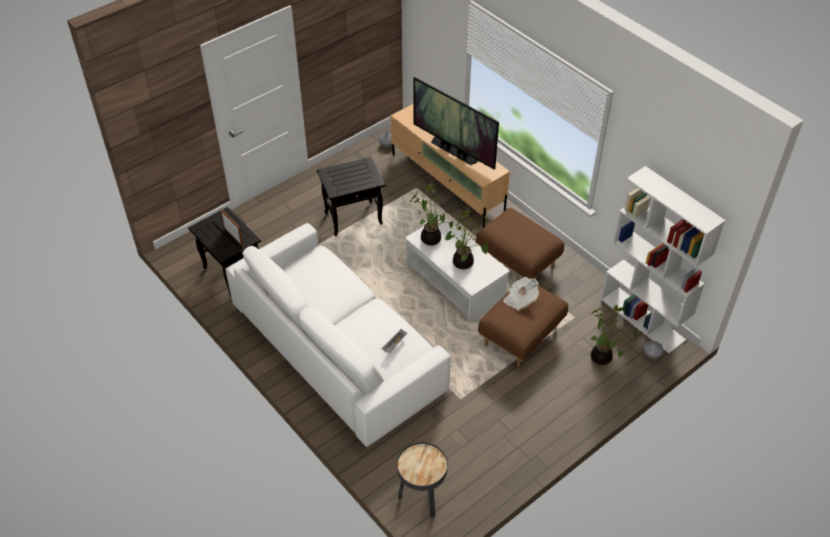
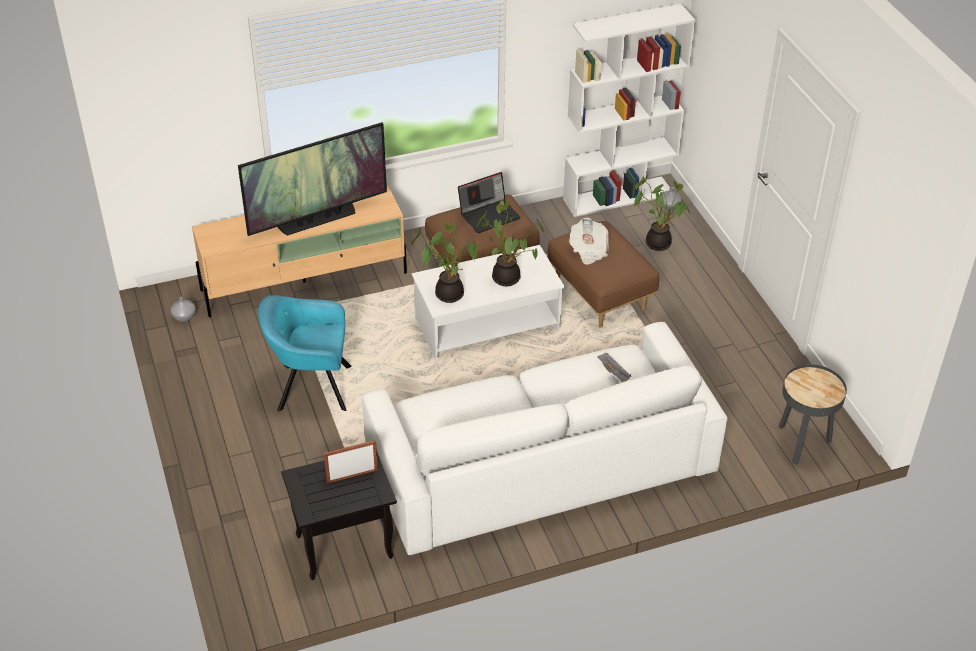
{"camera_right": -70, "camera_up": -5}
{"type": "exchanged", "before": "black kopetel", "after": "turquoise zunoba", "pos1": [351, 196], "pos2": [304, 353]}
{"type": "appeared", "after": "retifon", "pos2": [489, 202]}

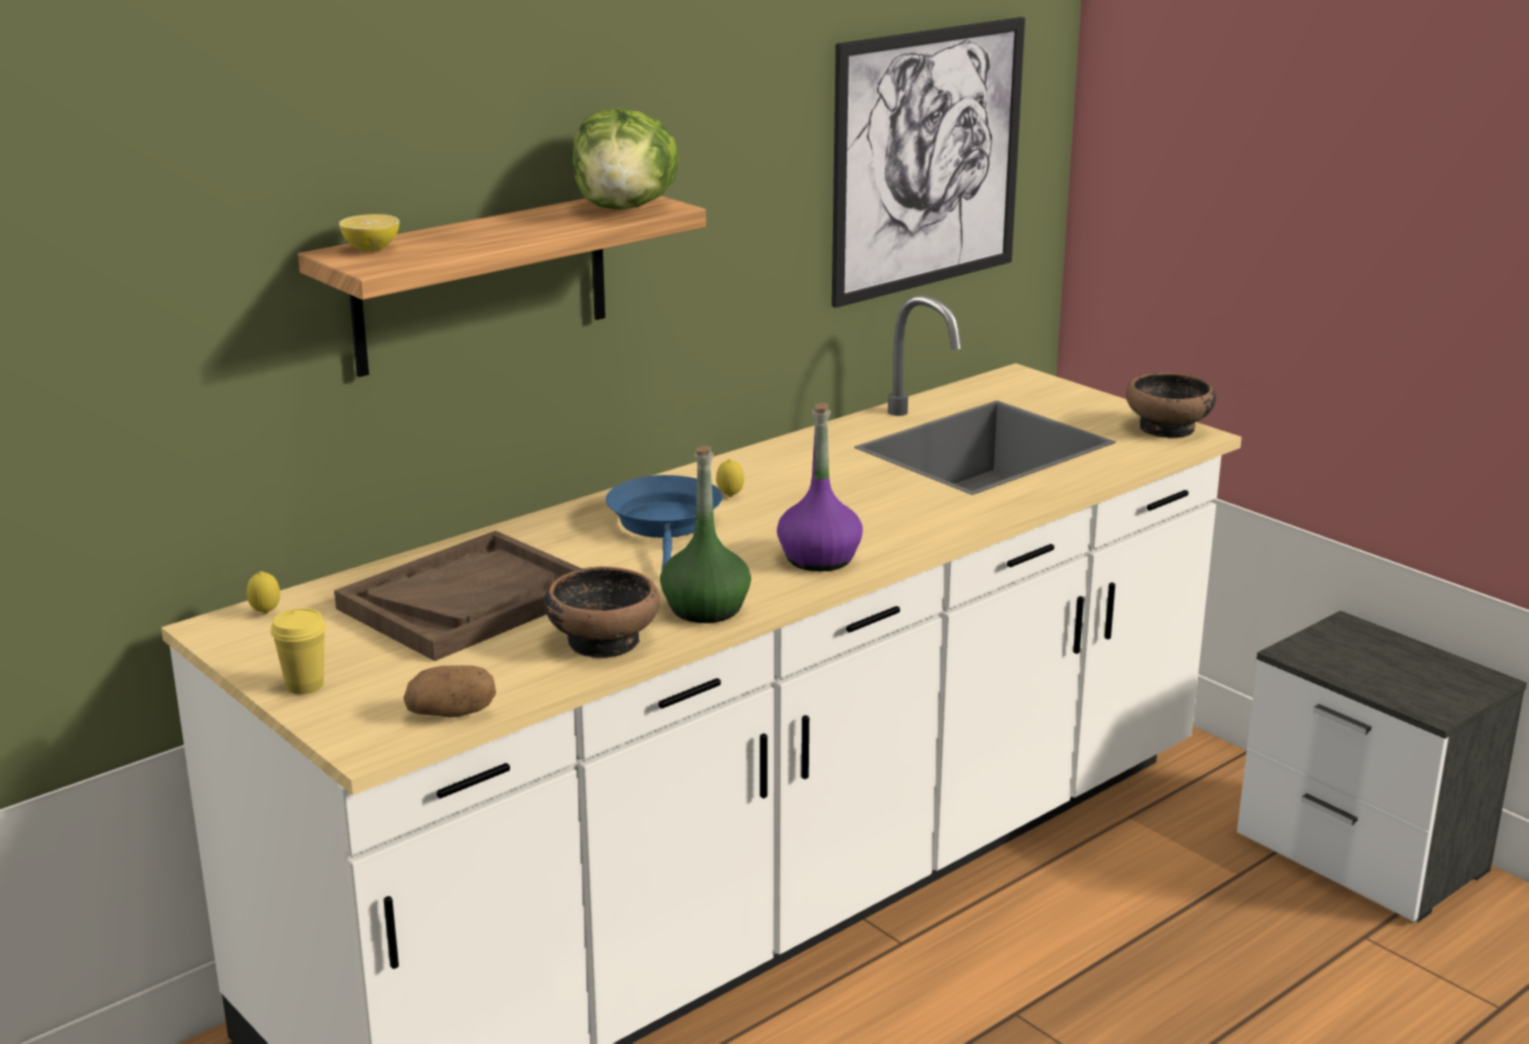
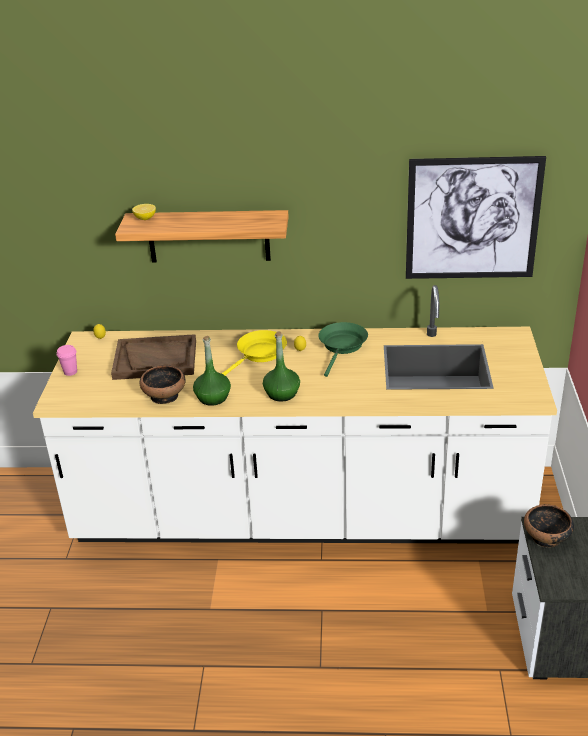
{"camera_right": 45, "camera_up": 10}
{"type": "colour", "before": "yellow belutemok", "after": "pink belutemok", "pos1": [298, 651], "pos2": [67, 360]}
{"type": "missing", "before": "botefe", "pos1": [449, 691]}
{"type": "missing", "before": "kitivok", "pos1": [626, 159]}
{"type": "colour", "before": "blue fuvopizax", "after": "yellow fuvopizax", "pos1": [664, 522], "pos2": [254, 352]}
{"type": "colour", "before": "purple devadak", "after": "green devadak", "pos1": [820, 487], "pos2": [281, 367]}
{"type": "relocated", "before": "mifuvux", "pos1": [1171, 405], "pos2": [549, 526]}
{"type": "appeared", "after": "green fuvopizax", "pos2": [343, 349]}

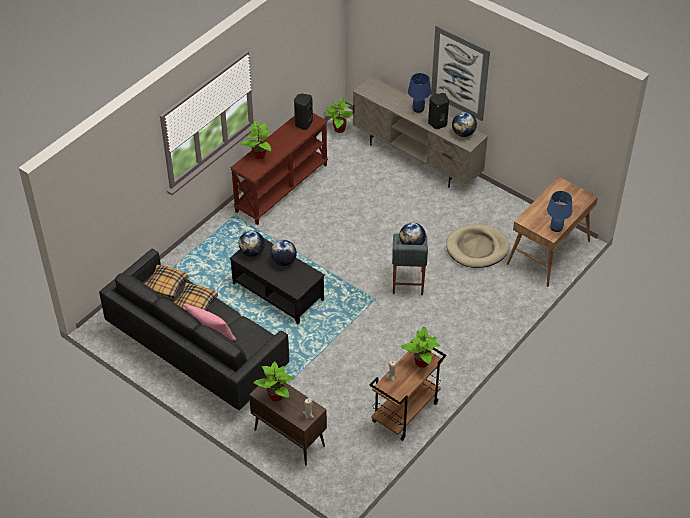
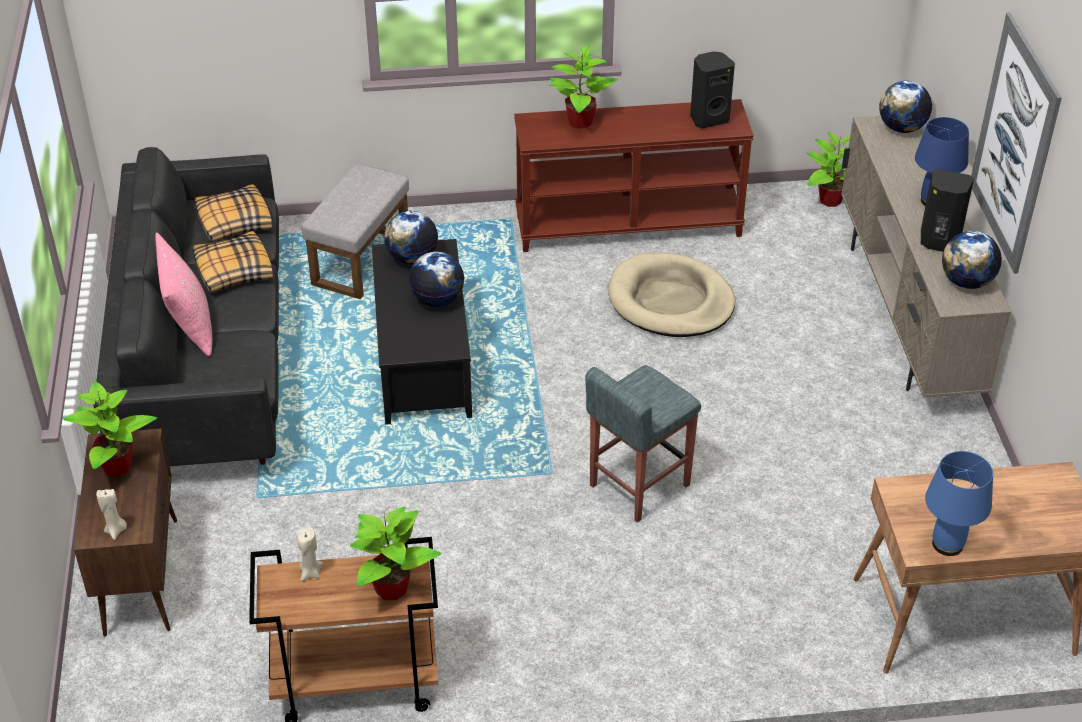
{"camera_right": 45, "camera_up": -5}
{"type": "relocated", "before": "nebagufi", "pos1": [412, 234], "pos2": [905, 107]}
{"type": "relocated", "before": "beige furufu", "pos1": [477, 246], "pos2": [671, 295]}
{"type": "appeared", "after": "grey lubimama", "pos2": [355, 231]}

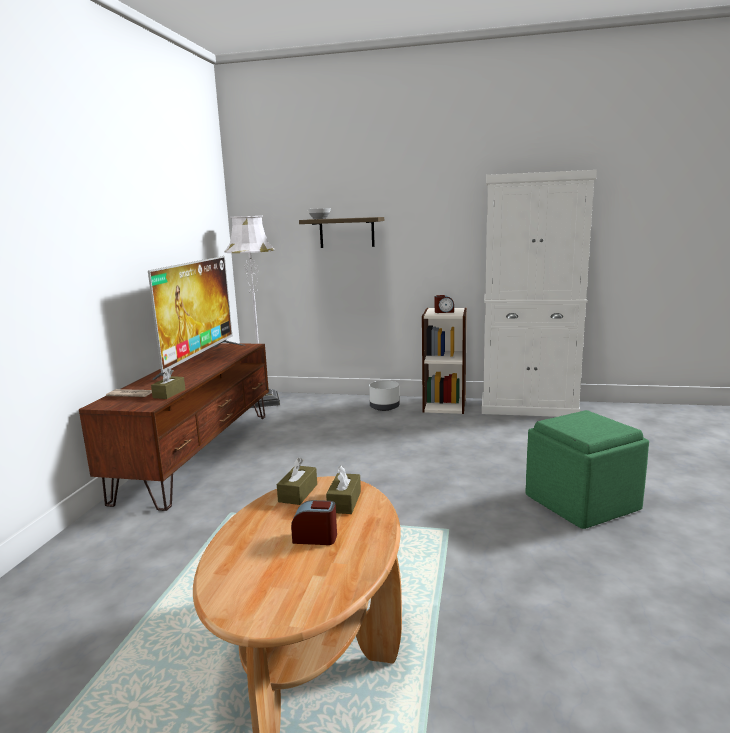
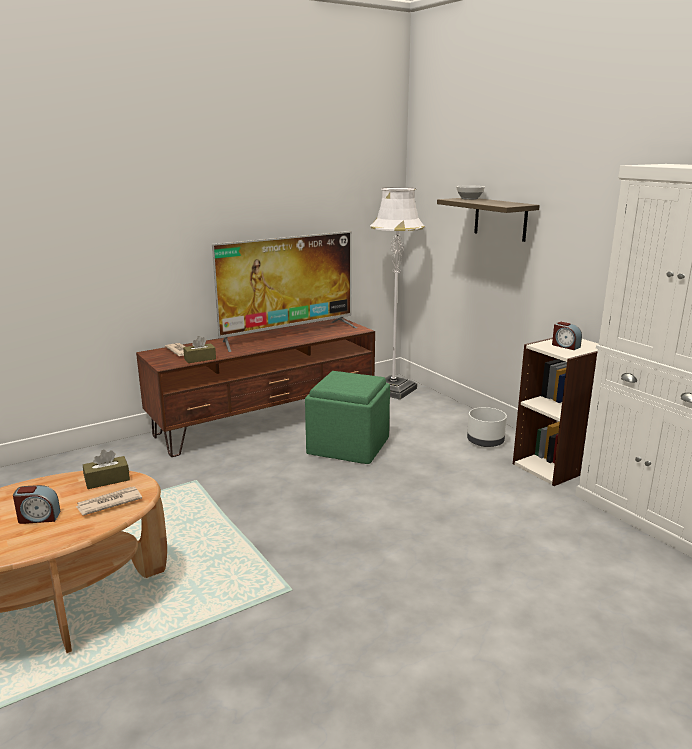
{"camera_right": 45, "camera_up": 5}
{"type": "spun", "before": "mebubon", "pos1": [314, 522], "pos2": [36, 504], "turn": 120}
{"type": "exchanged", "before": "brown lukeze", "after": "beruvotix", "pos1": [343, 489], "pos2": [109, 501]}
{"type": "relocated", "before": "green lubimama", "pos1": [587, 469], "pos2": [347, 417]}

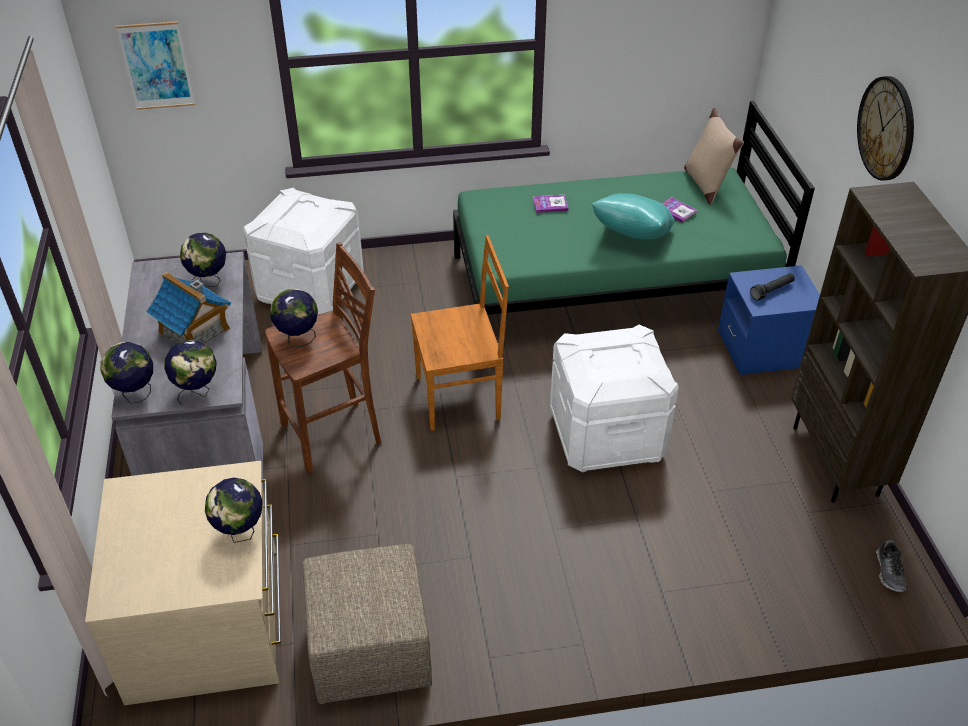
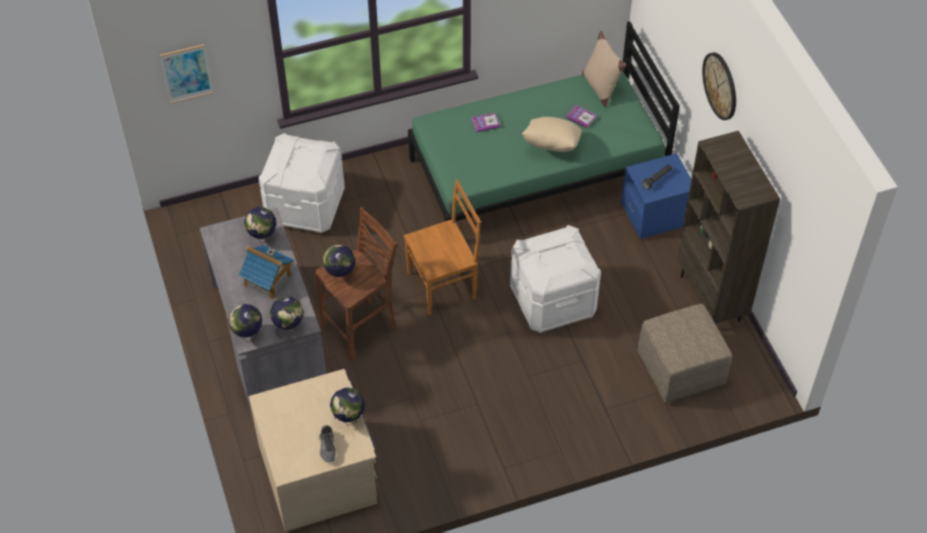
{"camera_right": -10, "camera_up": 10}
{"type": "relocated", "before": "beige lubimama", "pos1": [367, 624], "pos2": [685, 353]}
{"type": "colour", "before": "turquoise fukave", "after": "beige fukave", "pos1": [633, 216], "pos2": [552, 134]}
{"type": "relocated", "before": "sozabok", "pos1": [891, 566], "pos2": [327, 444]}

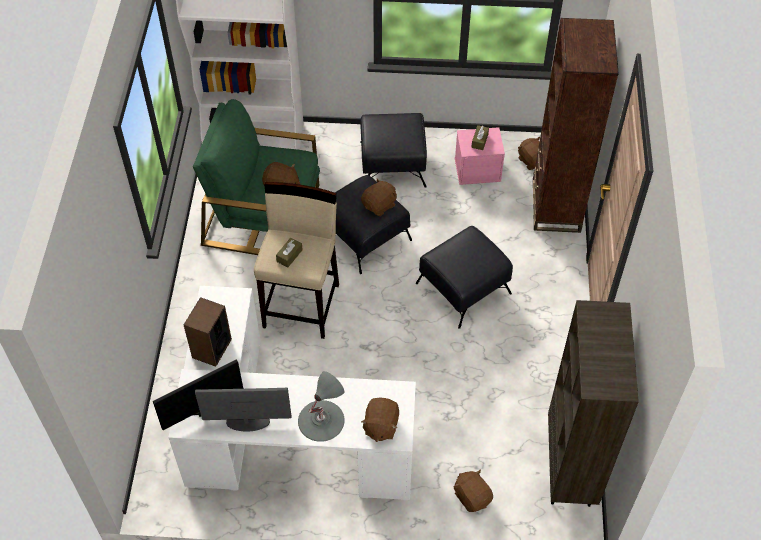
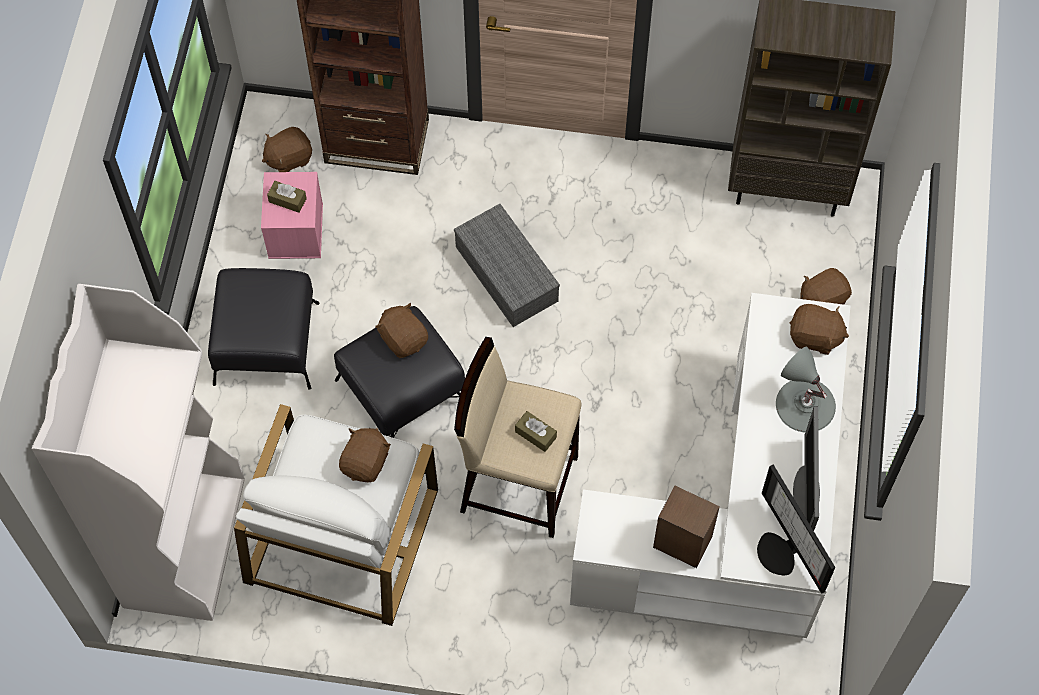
{"camera_right": -85, "camera_up": 10}
{"type": "colour", "before": "green zunoba", "after": "white zunoba", "pos1": [256, 177], "pos2": [336, 515]}
{"type": "exchanged", "before": "black lubimama", "after": "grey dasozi", "pos1": [464, 277], "pos2": [507, 265]}

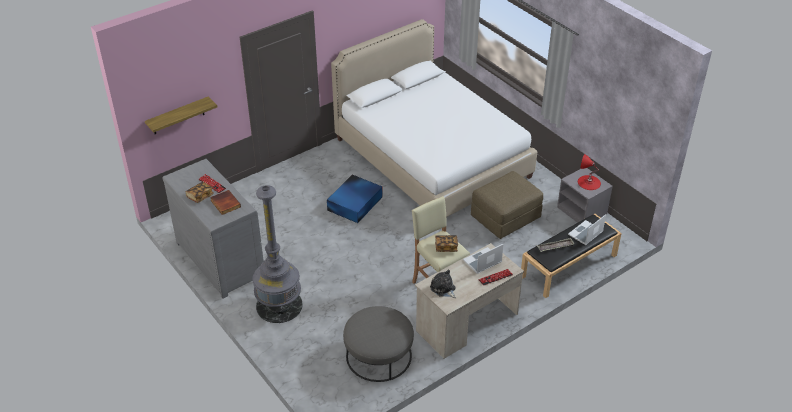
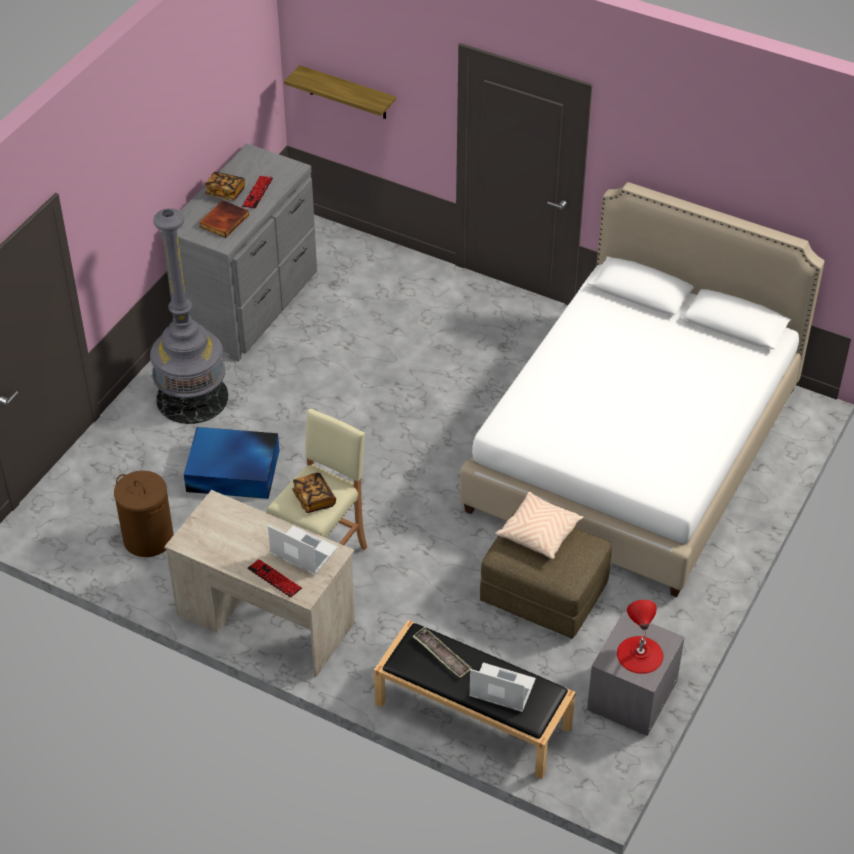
{"camera_right": 65, "camera_up": 5}
{"type": "relocated", "before": "blue dasozi", "pos1": [354, 199], "pos2": [231, 463]}
{"type": "exchanged", "before": "grey lubimama", "after": "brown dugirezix", "pos1": [378, 344], "pos2": [144, 513]}
{"type": "missing", "before": "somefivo", "pos1": [443, 284]}
{"type": "appeared", "after": "beige fukave", "pos2": [539, 525]}

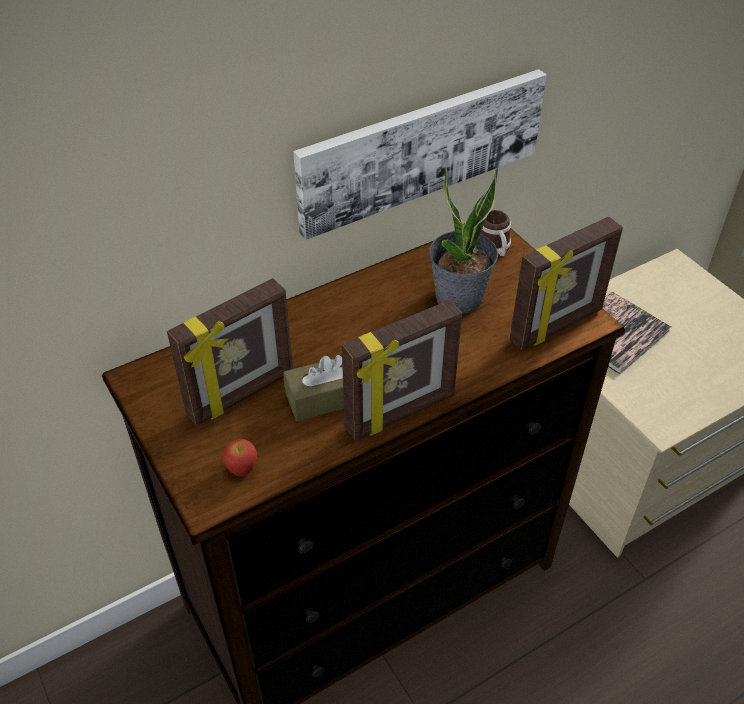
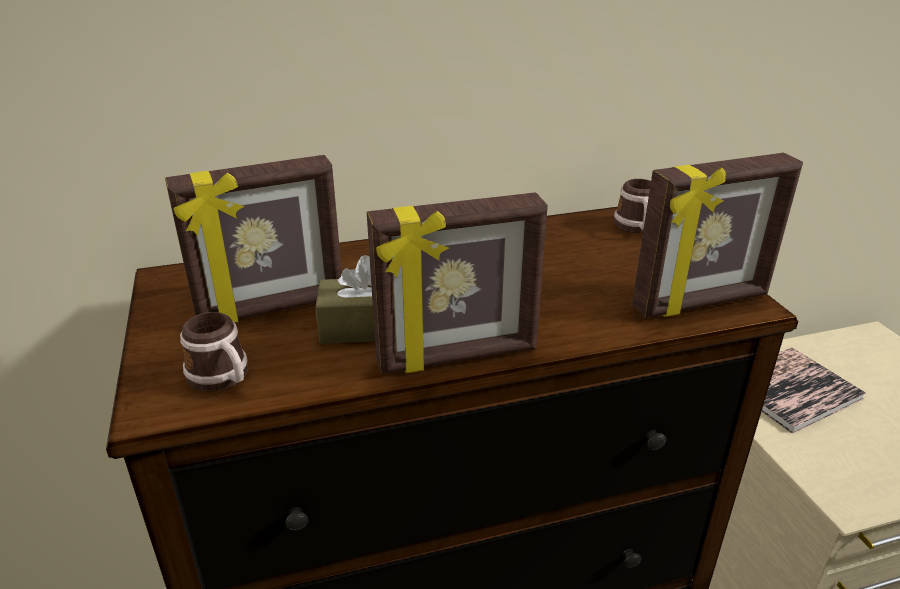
{"camera_right": 15, "camera_up": -15}
{"type": "exchanged", "before": "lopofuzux", "after": "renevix", "pos1": [239, 457], "pos2": [214, 351]}
{"type": "missing", "before": "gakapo", "pos1": [420, 154]}
{"type": "missing", "before": "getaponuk", "pos1": [463, 240]}

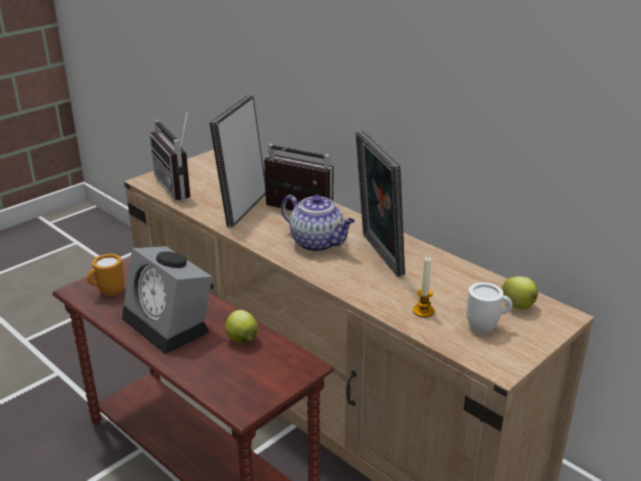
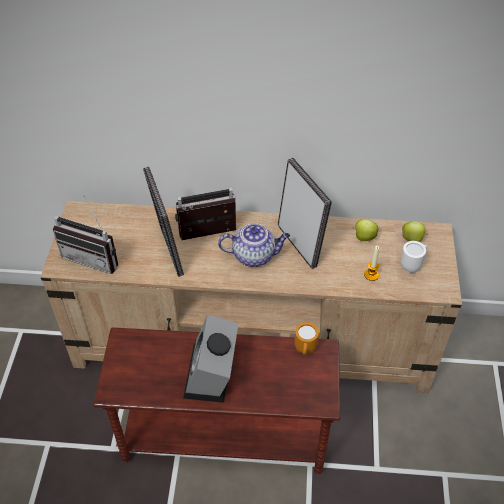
{"camera_right": -40, "camera_up": 20}
{"type": "relocated", "before": "orange renevix", "pos1": [105, 275], "pos2": [306, 338]}
{"type": "spun", "before": "mebubon", "pos1": [167, 300], "pos2": [211, 359], "turn": 90}
{"type": "relocated", "before": "lopofuzux", "pos1": [241, 326], "pos2": [365, 230]}
{"type": "spun", "before": "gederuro", "pos1": [380, 203], "pos2": [305, 213], "turn": -150}

